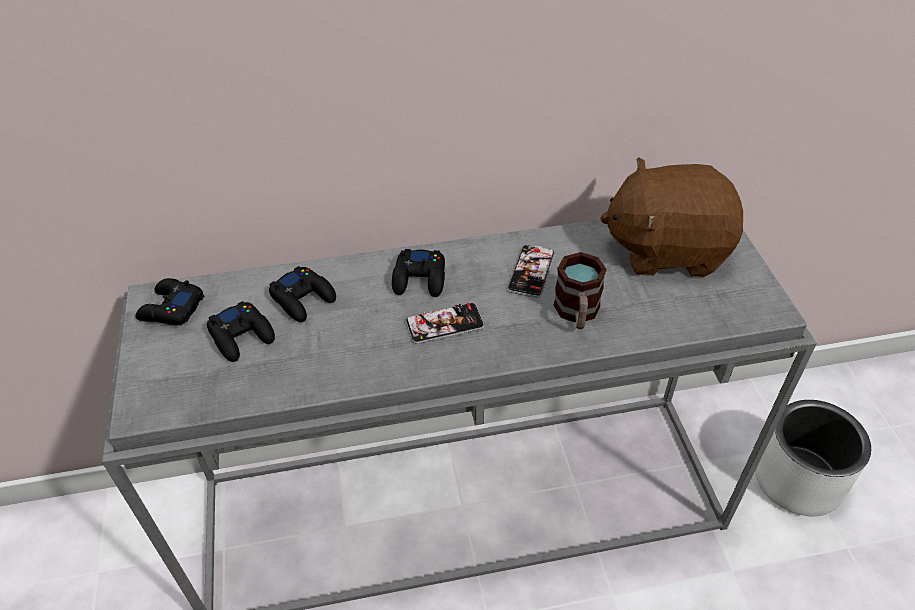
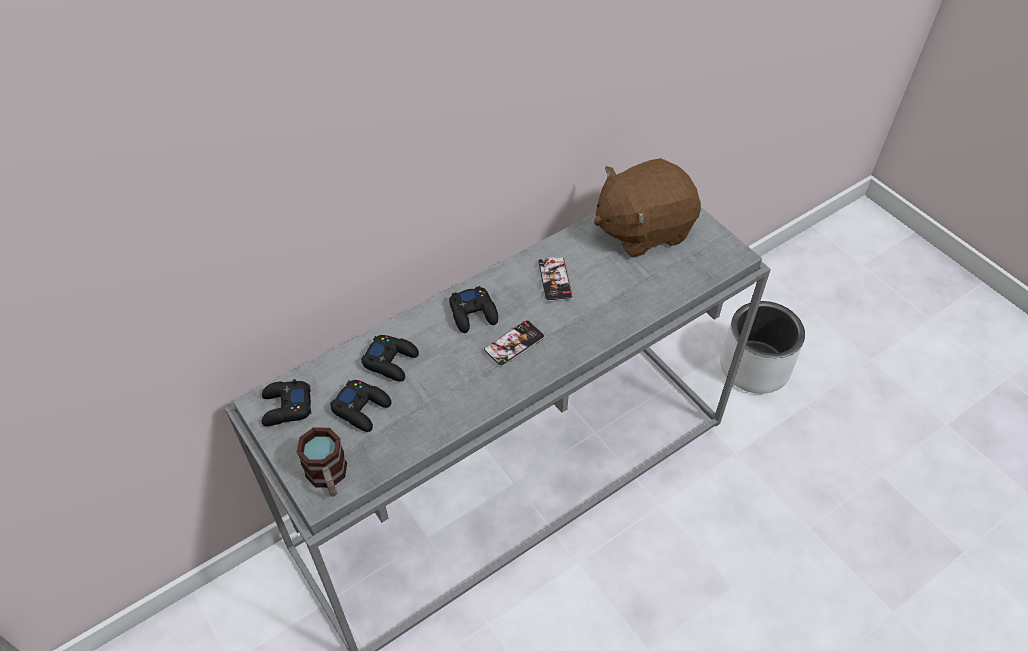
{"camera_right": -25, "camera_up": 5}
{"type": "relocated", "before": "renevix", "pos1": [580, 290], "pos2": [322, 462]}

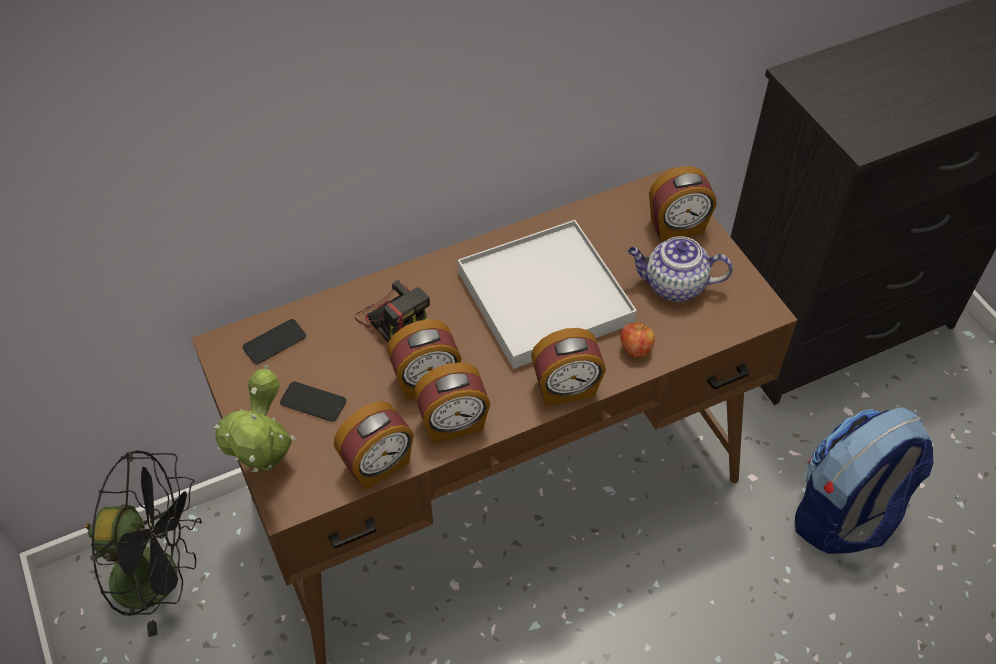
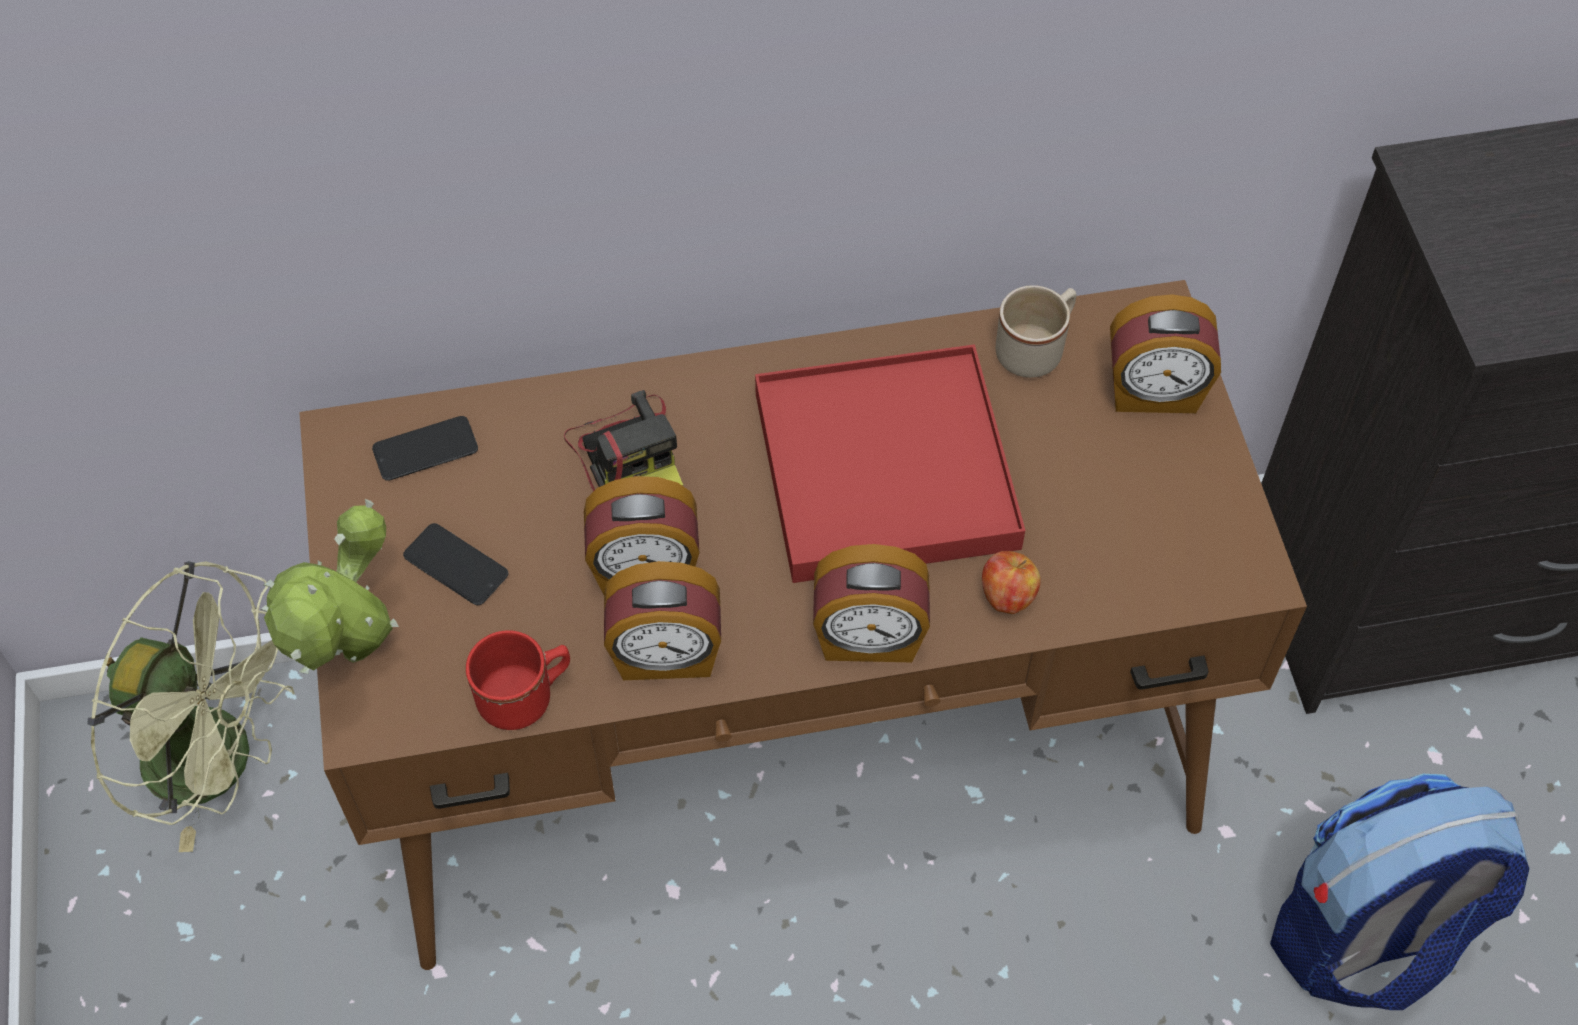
{"camera_right": 15, "camera_up": 5}
{"type": "colour", "before": "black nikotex", "after": "green nikotex", "pos1": [143, 543], "pos2": [191, 706]}
{"type": "exchanged", "before": "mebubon", "after": "red renevix", "pos1": [374, 445], "pos2": [518, 680]}
{"type": "colour", "before": "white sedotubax", "after": "red sedotubax", "pos1": [547, 294], "pos2": [890, 464]}
{"type": "missing", "before": "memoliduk", "pos1": [680, 269]}
{"type": "appeared", "after": "beige renevix", "pos2": [1036, 331]}

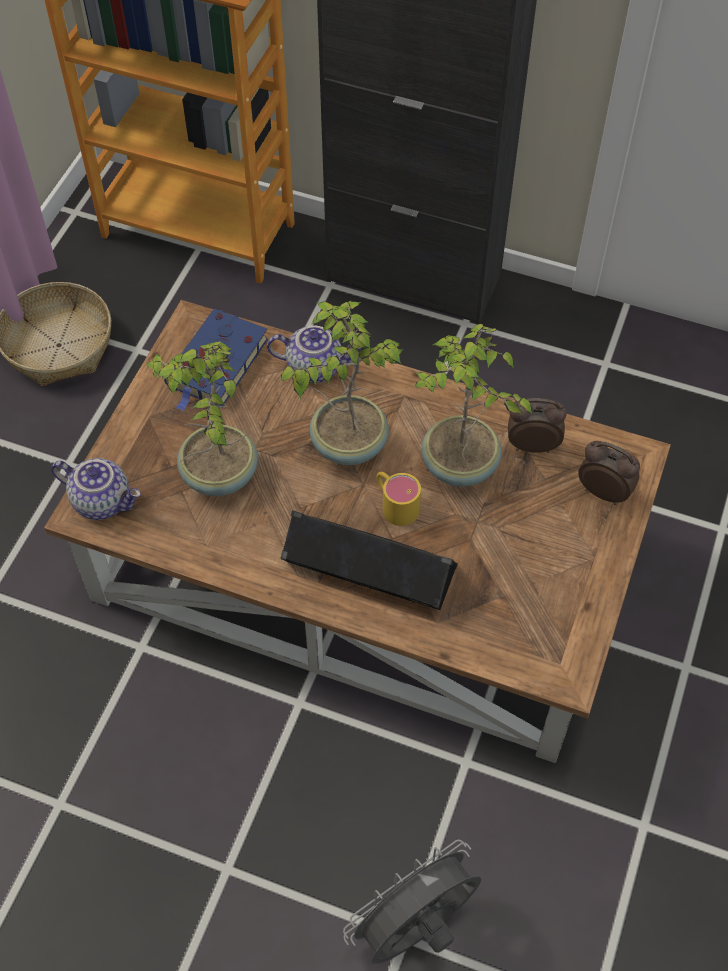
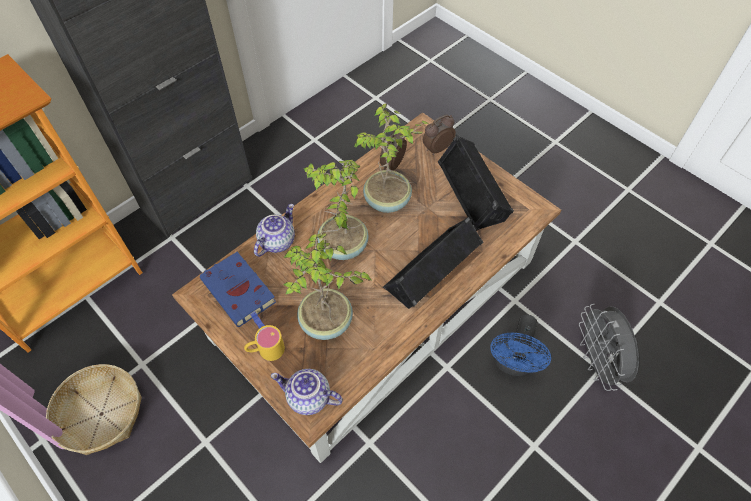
{"camera_right": -65, "camera_up": 0}
{"type": "spun", "before": "memoliduk", "pos1": [96, 489], "pos2": [307, 392], "turn": -120}
{"type": "relocated", "before": "yellow renevix", "pos1": [398, 499], "pos2": [264, 343]}
{"type": "appeared", "after": "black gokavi", "pos2": [476, 183]}
{"type": "appeared", "after": "blue nikotex", "pos2": [520, 345]}

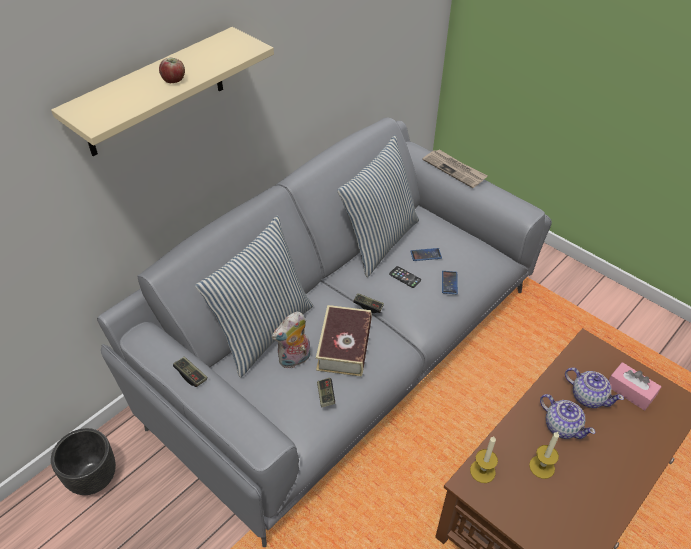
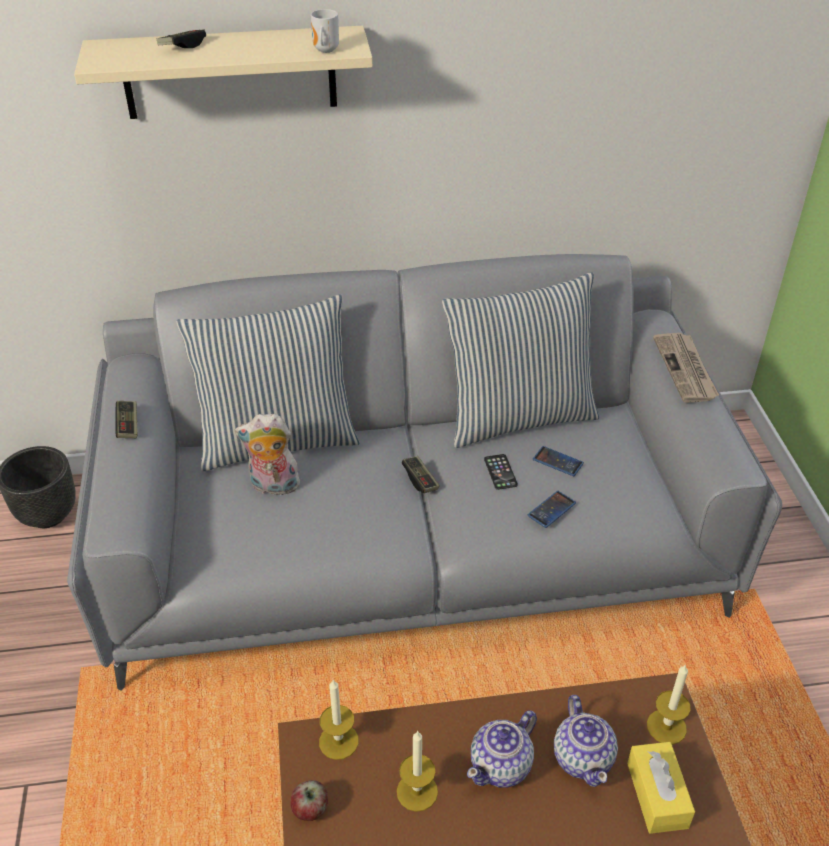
{"camera_right": 40, "camera_up": -5}
{"type": "relocated", "before": "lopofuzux", "pos1": [172, 70], "pos2": [309, 800]}
{"type": "missing", "before": "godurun", "pos1": [344, 341]}
{"type": "relocated", "before": "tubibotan", "pos1": [326, 392], "pos2": [181, 39]}
{"type": "spun", "before": "memoliduk", "pos1": [568, 416], "pos2": [502, 749], "turn": 45}
{"type": "colour", "before": "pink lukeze", "after": "yellow lukeze", "pos1": [634, 386], "pos2": [661, 788]}
{"type": "appeared", "after": "renevix", "pos2": [325, 31]}
{"type": "appeared", "after": "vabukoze", "pos2": [669, 704]}

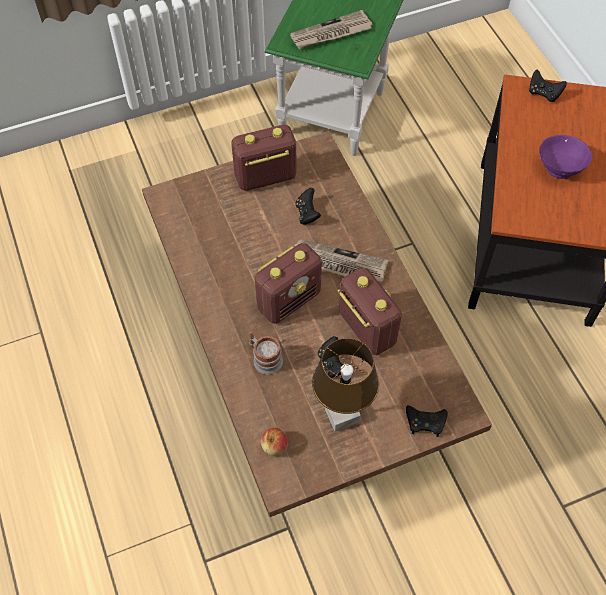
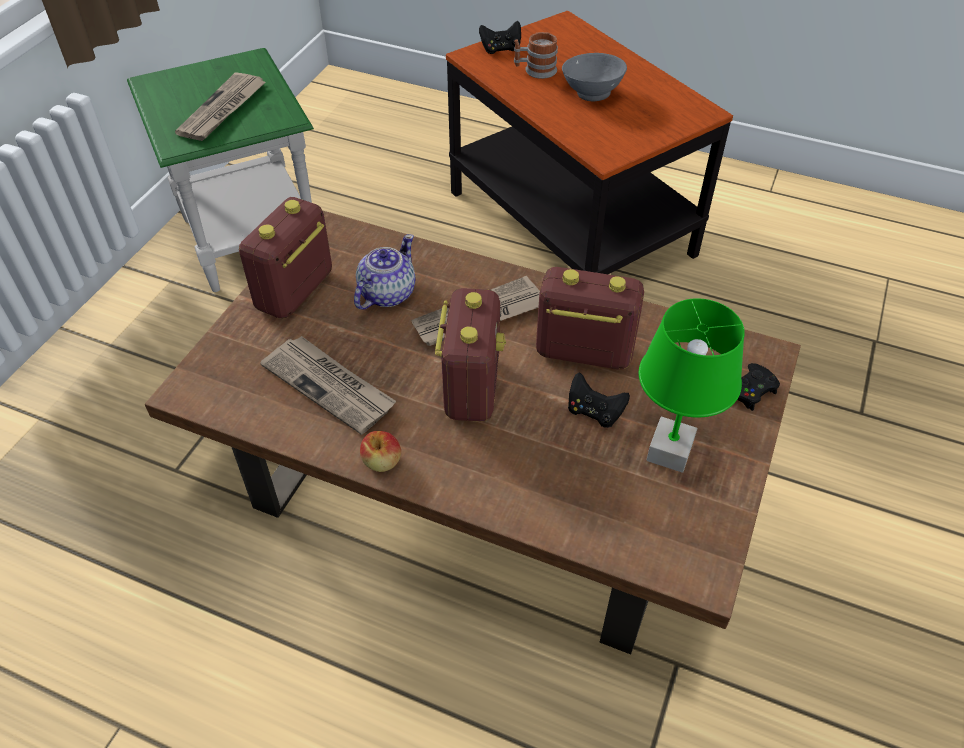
{"camera_right": -45, "camera_up": -10}
{"type": "relocated", "before": "renevix", "pos1": [266, 352], "pos2": [536, 55]}
{"type": "relocated", "before": "lopofuzux", "pos1": [274, 442], "pos2": [380, 451]}
{"type": "exchanged", "before": "black tubibotan", "after": "memoliduk", "pos1": [308, 206], "pos2": [385, 272]}
{"type": "colour", "before": "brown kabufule", "after": "green kabufule", "pos1": [345, 384], "pos2": [692, 385]}
{"type": "colour", "before": "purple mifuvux", "after": "grey mifuvux", "pos1": [565, 157], "pos2": [594, 77]}
{"type": "appeared", "after": "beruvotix", "pos2": [328, 385]}

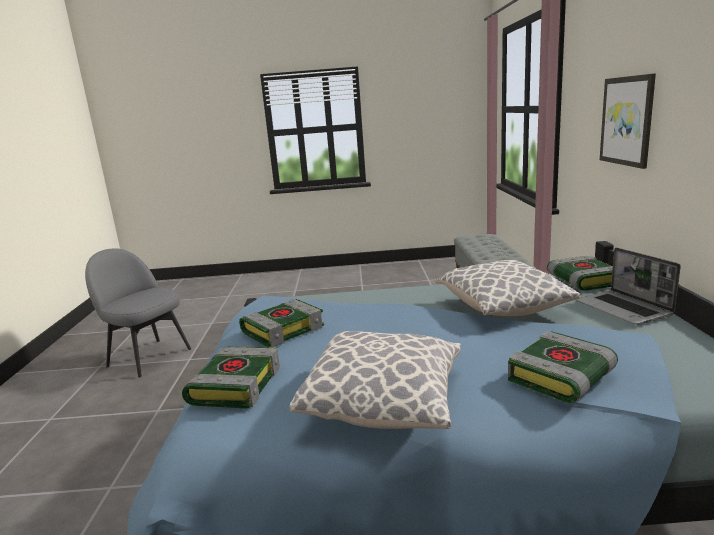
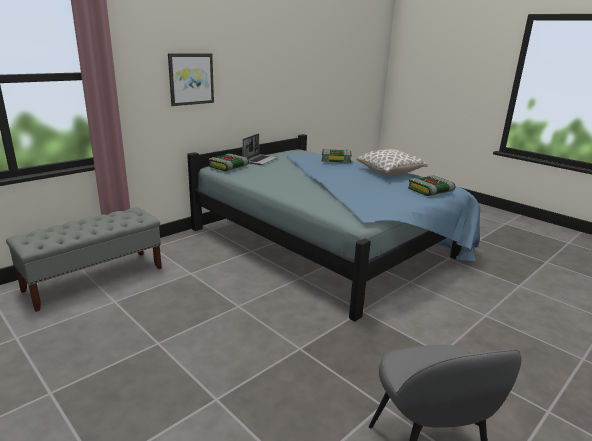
{"camera_right": -135, "camera_up": 5}
{"type": "missing", "before": "godurun", "pos1": [281, 323]}
{"type": "missing", "before": "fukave", "pos1": [507, 288]}

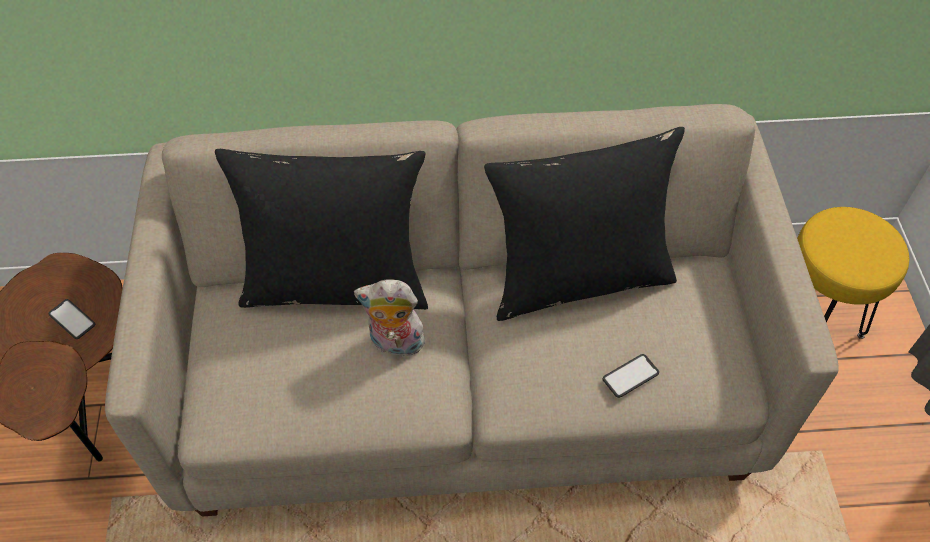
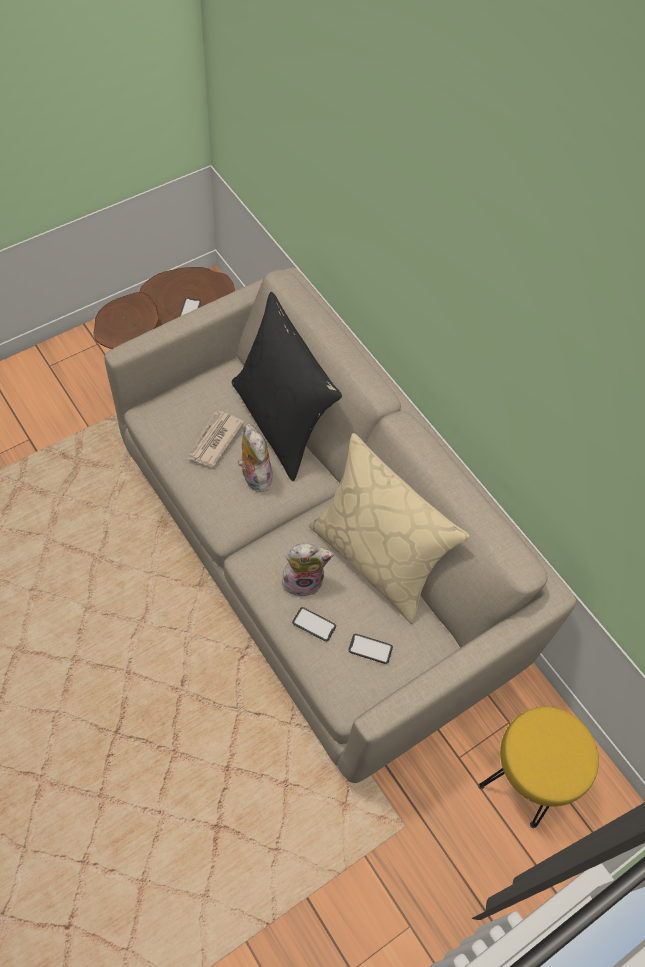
{"camera_right": 55, "camera_up": 5}
{"type": "colour", "before": "black fukave", "after": "beige fukave", "pos1": [584, 224], "pos2": [389, 528]}
{"type": "appeared", "after": "beruvotix", "pos2": [216, 439]}
{"type": "appeared", "after": "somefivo", "pos2": [308, 570]}
{"type": "appeared", "after": "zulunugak", "pos2": [371, 649]}

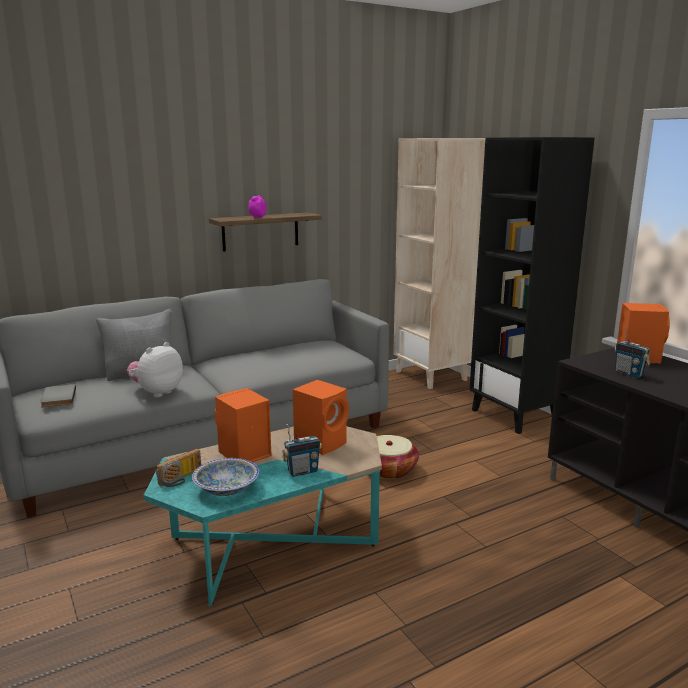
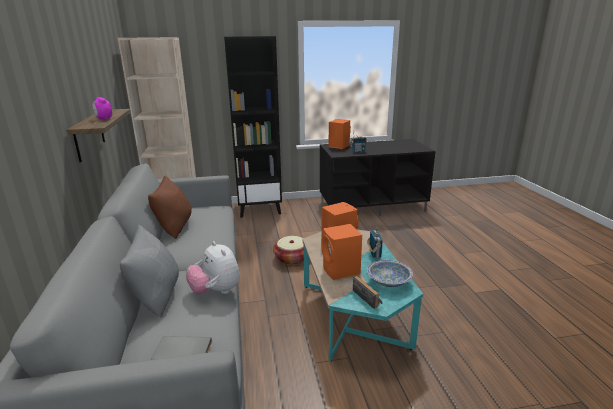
{"camera_right": -70, "camera_up": 5}
{"type": "appeared", "after": "brown fukave", "pos2": [170, 207]}

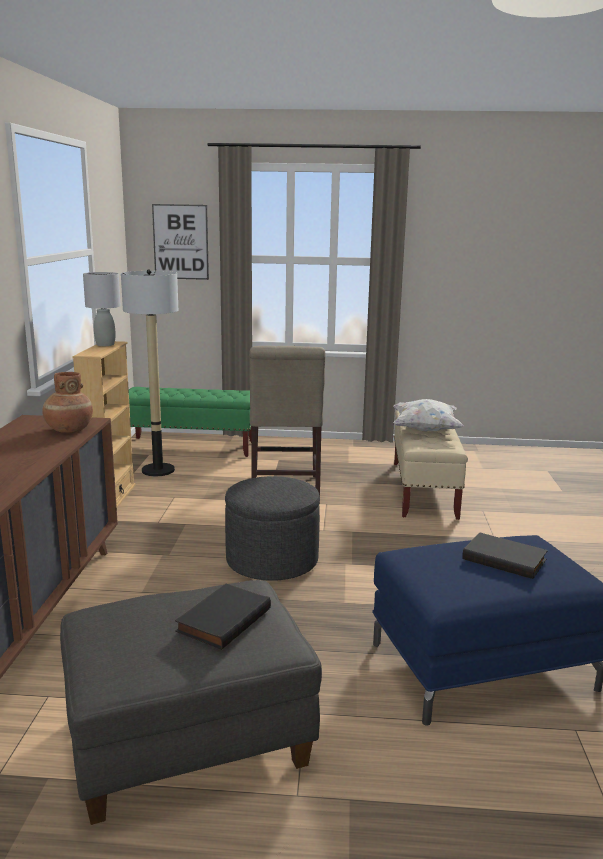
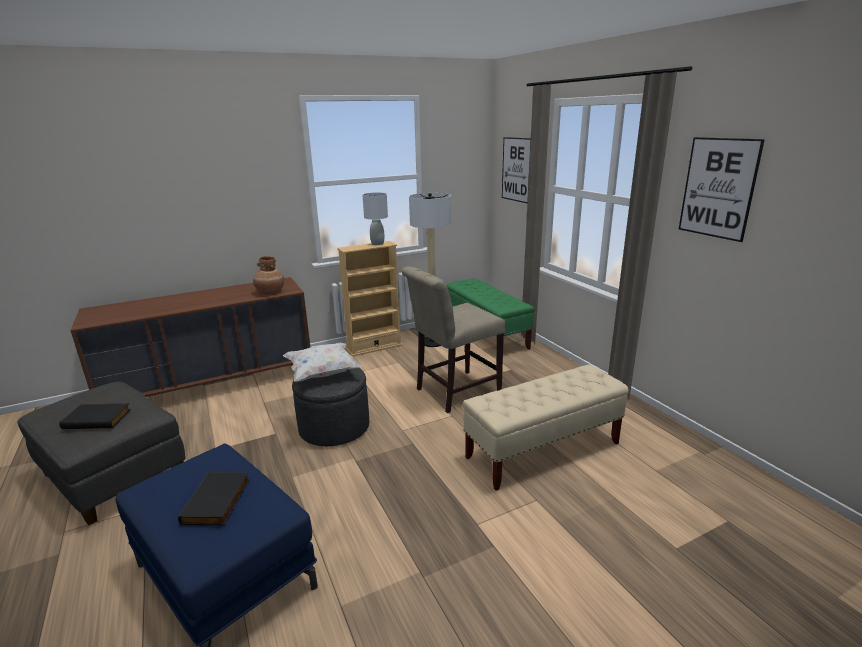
{"camera_right": 60, "camera_up": 5}
{"type": "relocated", "before": "white fukave", "pos1": [428, 415], "pos2": [322, 362]}
{"type": "appeared", "after": "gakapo", "pos2": [722, 189]}

